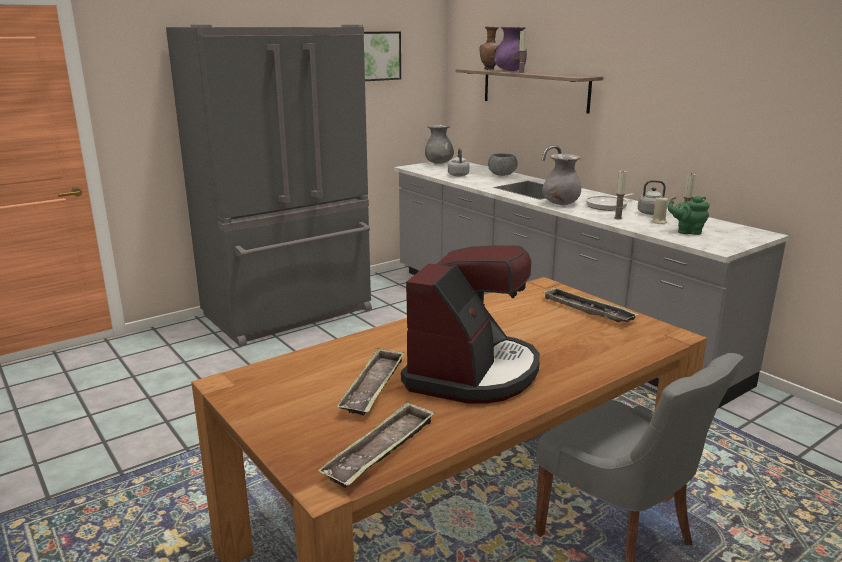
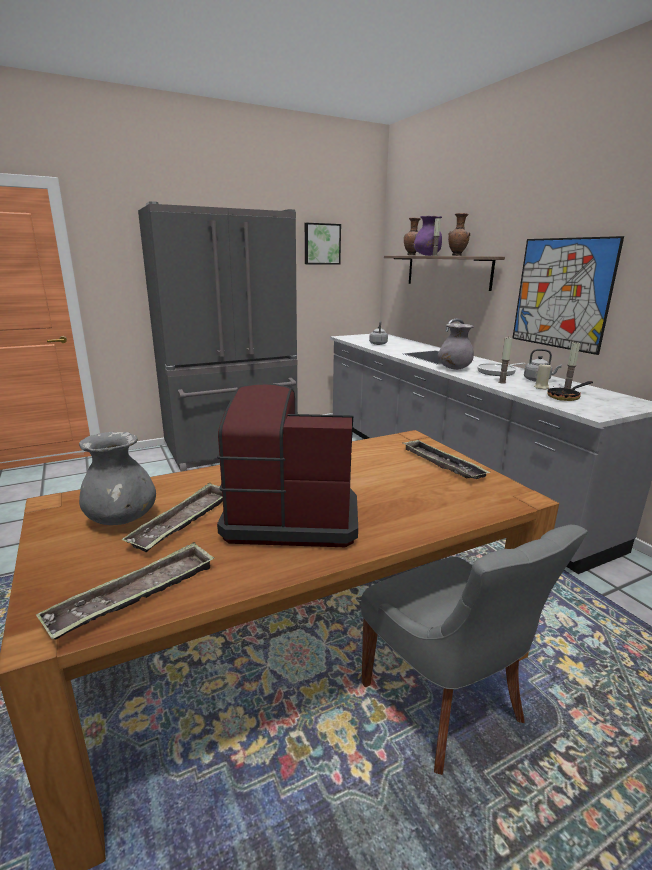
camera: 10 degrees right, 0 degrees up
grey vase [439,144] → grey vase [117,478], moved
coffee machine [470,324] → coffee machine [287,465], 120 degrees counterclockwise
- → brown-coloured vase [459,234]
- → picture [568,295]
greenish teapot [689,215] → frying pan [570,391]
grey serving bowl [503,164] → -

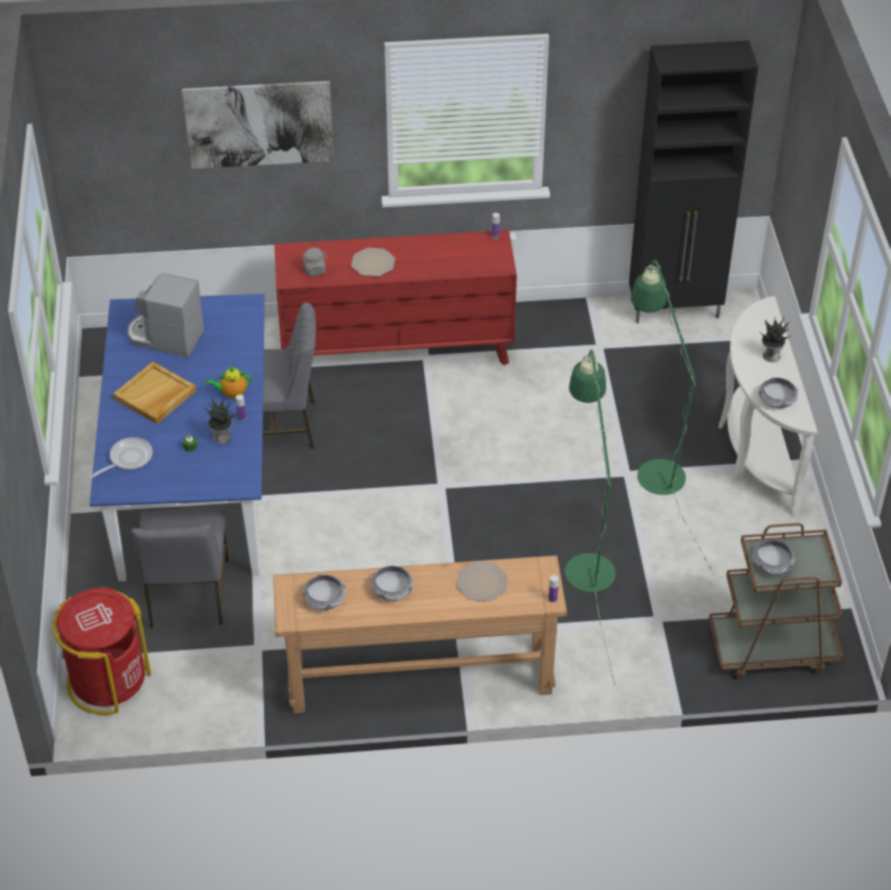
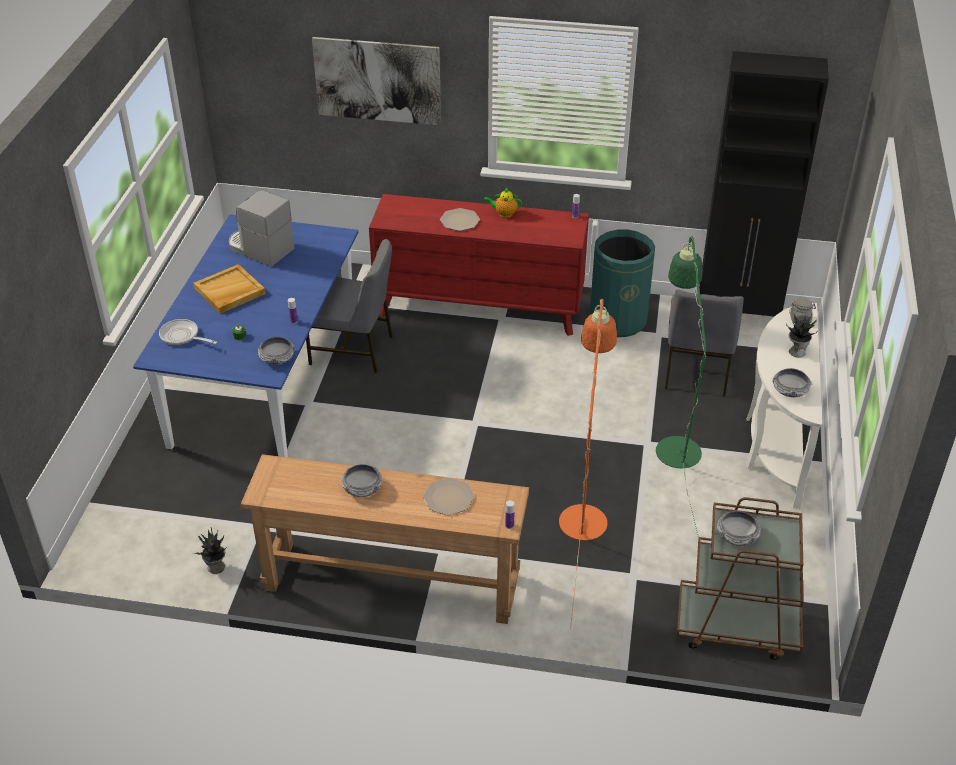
camera: 15 degrees right, 5 degrees down
frying pan [120,458] → frying pan [188,332], 120 degrees counterclockwise
potted plant [220,420] → potted plant [209,550], moved
serving bowl [324,592] → serving bowl [276,351], moved
teapot [228,383] → teapot [503,203], moved
greenish standard lamp [590,517] → orange standard lamp [588,463]
- → greenish trash can [622,283]
grey chair [180,568] → grey chair [704,343], moved
grey storage jar [314,262] → grey storage jar [802,310], moved
red-coloured trash can [102,651] → -

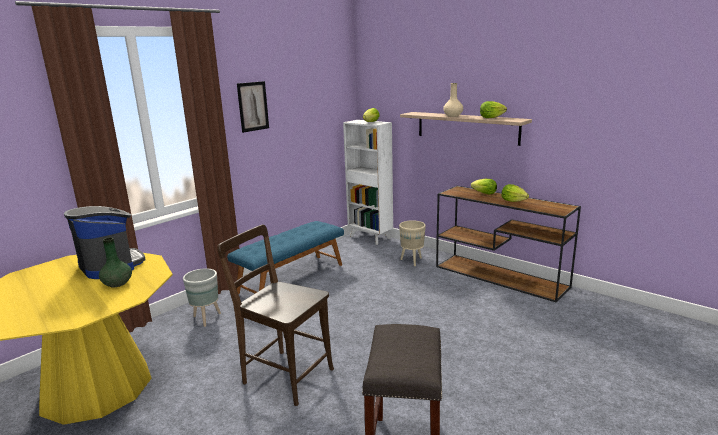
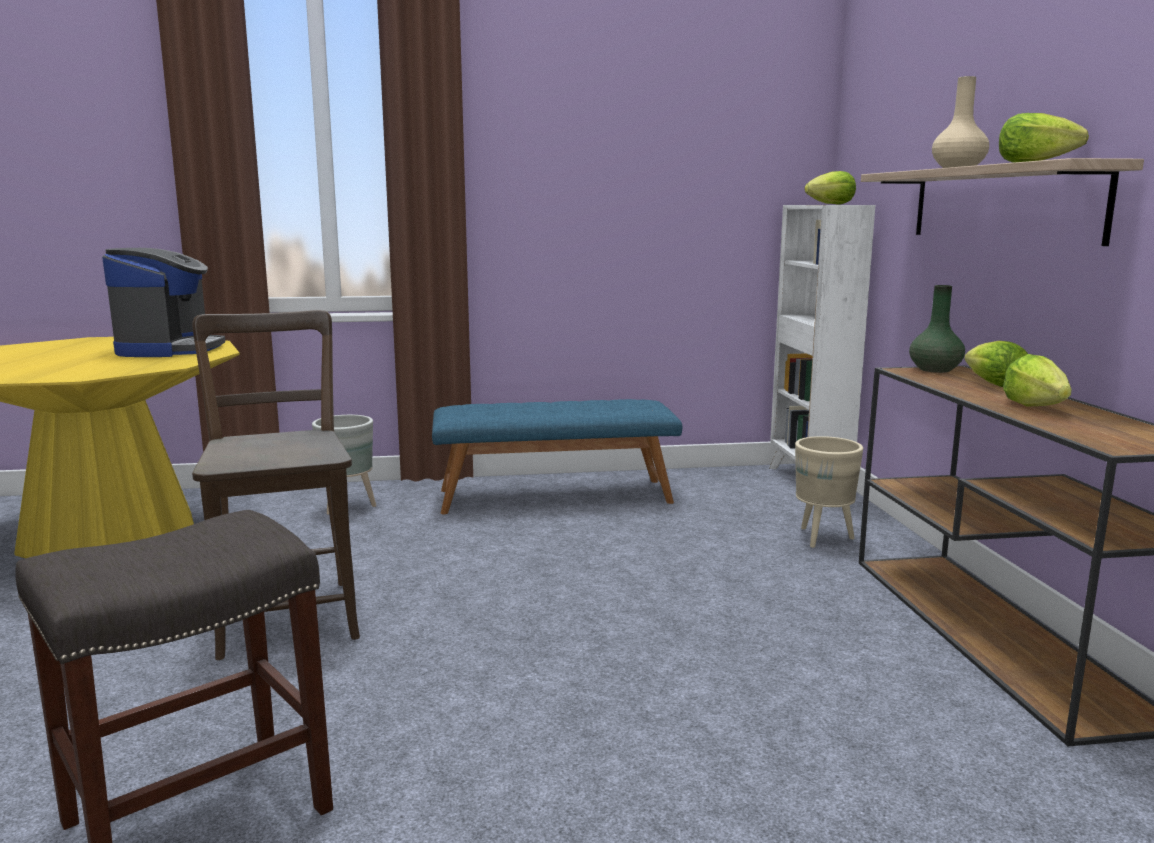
camera: 40 degrees right, 5 degrees down
greenish vase [115,262] → greenish vase [937,329], moved
picture [253,107] → -

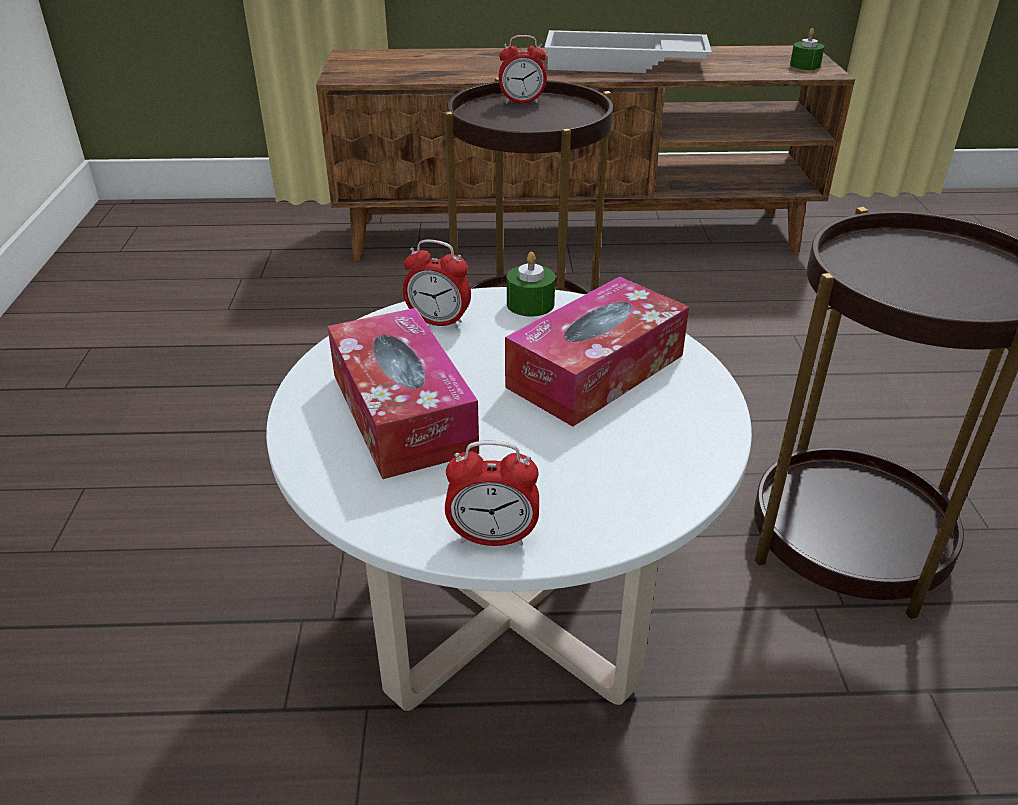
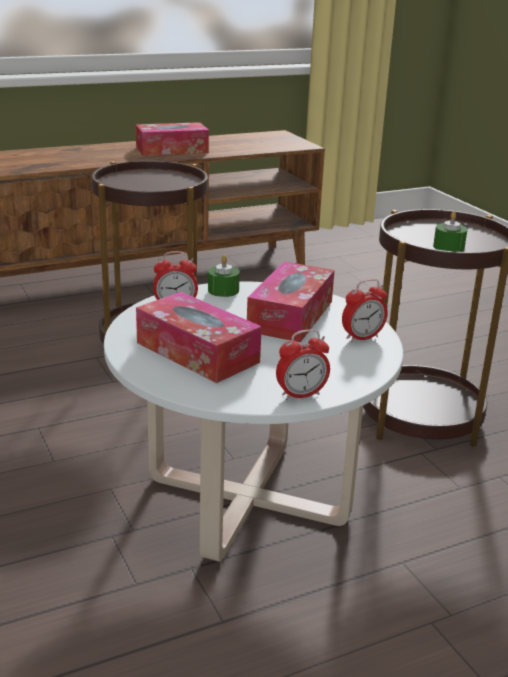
camera: 25 degrees left, 10 degrees down
whitish carrying tray [628,51] → tissue box [172,139]
alarm clock [523,69] → alarm clock [365,310], moved
greenish candle [807,49] → greenish candle [450,232], moved

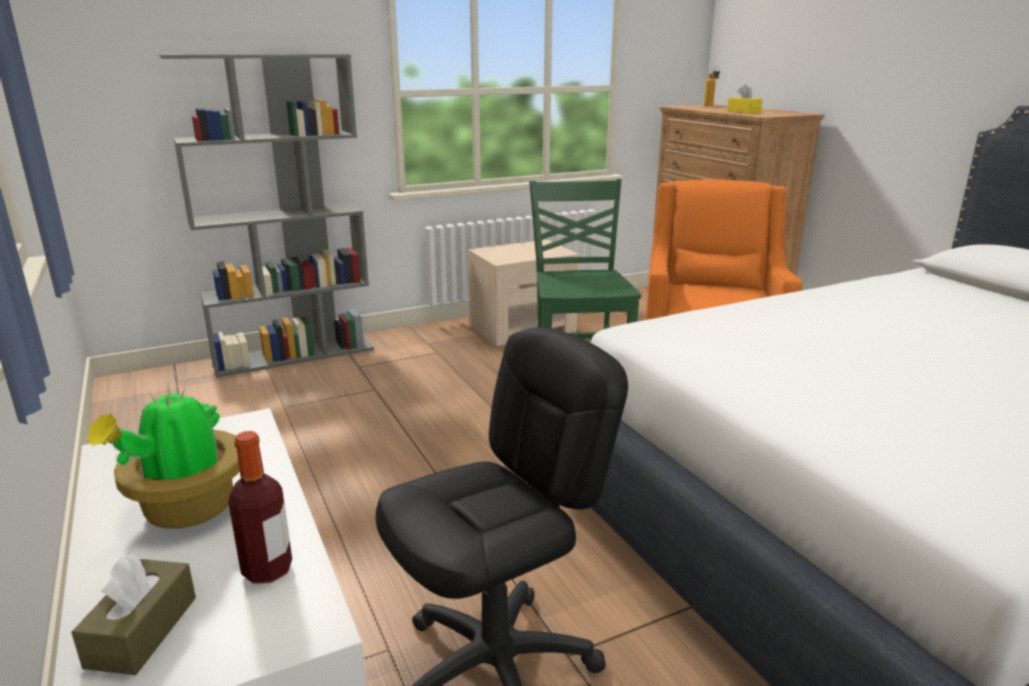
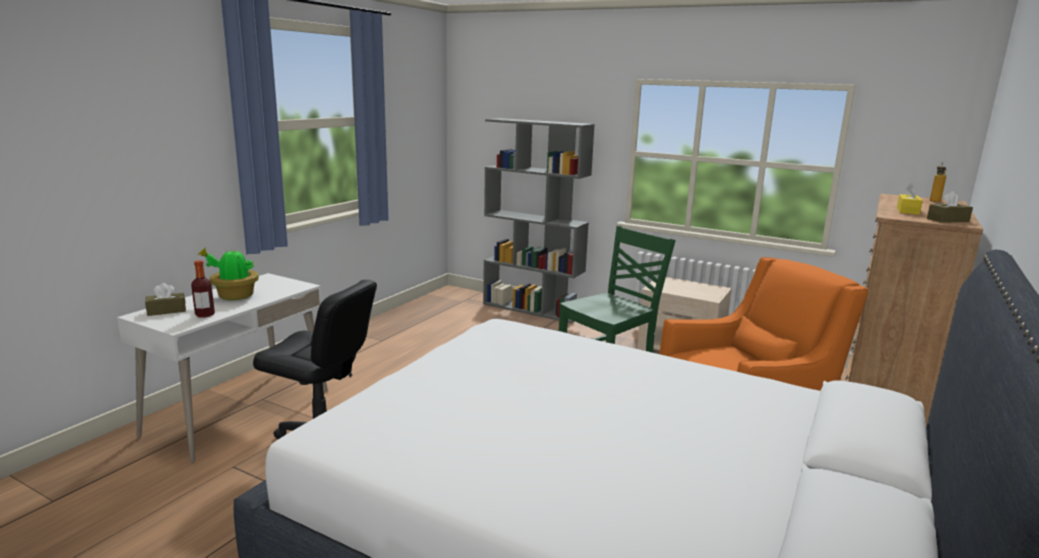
camera: 55 degrees right, 5 degrees down
- → brown-coloured tissue box [950,207]

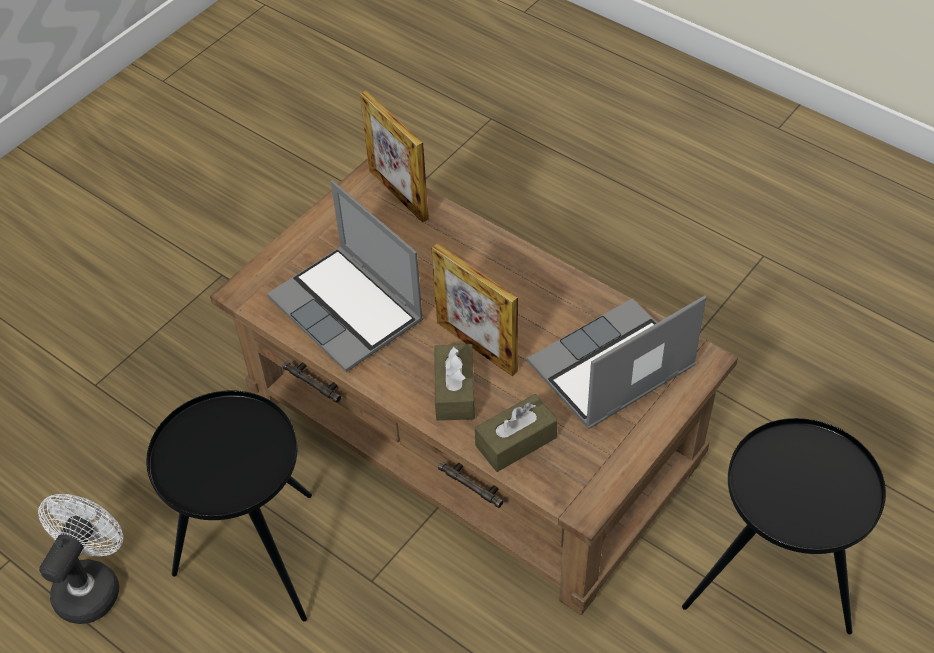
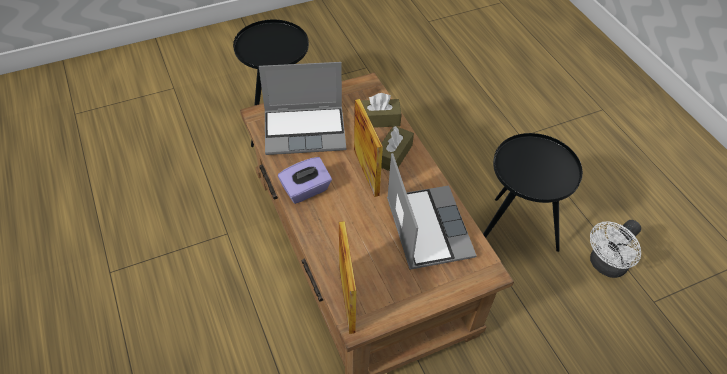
camera: 155 degrees left, 0 degrees up
- → purple tissue box [305,180]

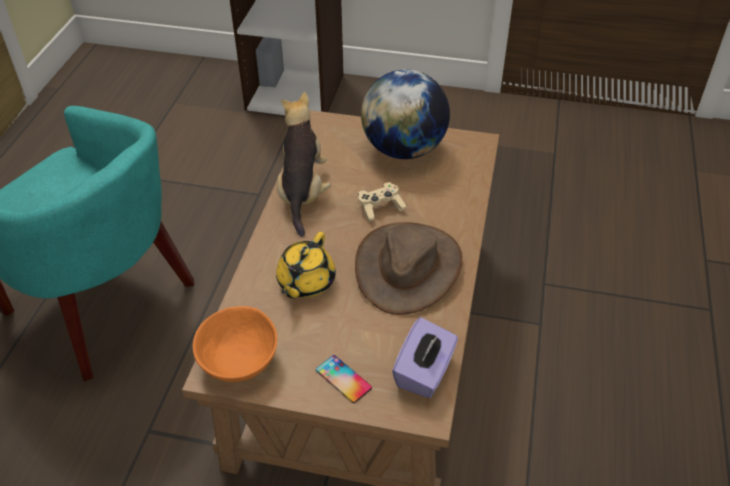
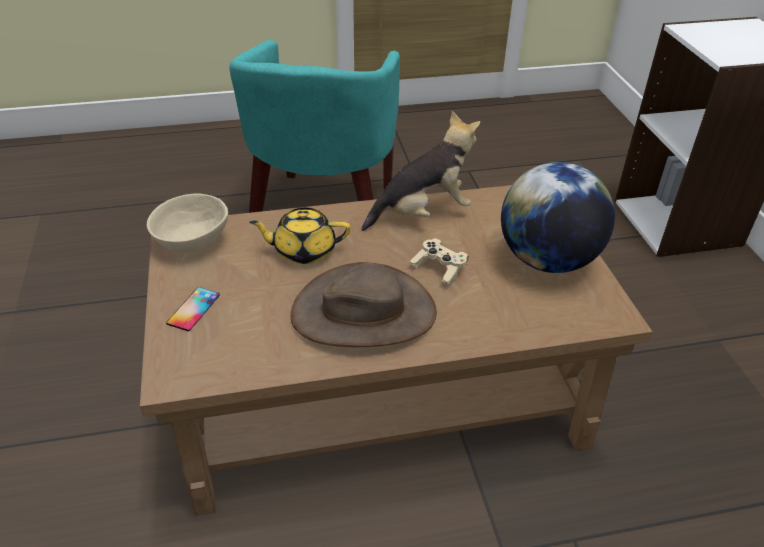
camera: 65 degrees right, 5 degrees down
orange serving bowl [235,344] → sand-coloured serving bowl [187,223]
purple tissue box [425,357] → -

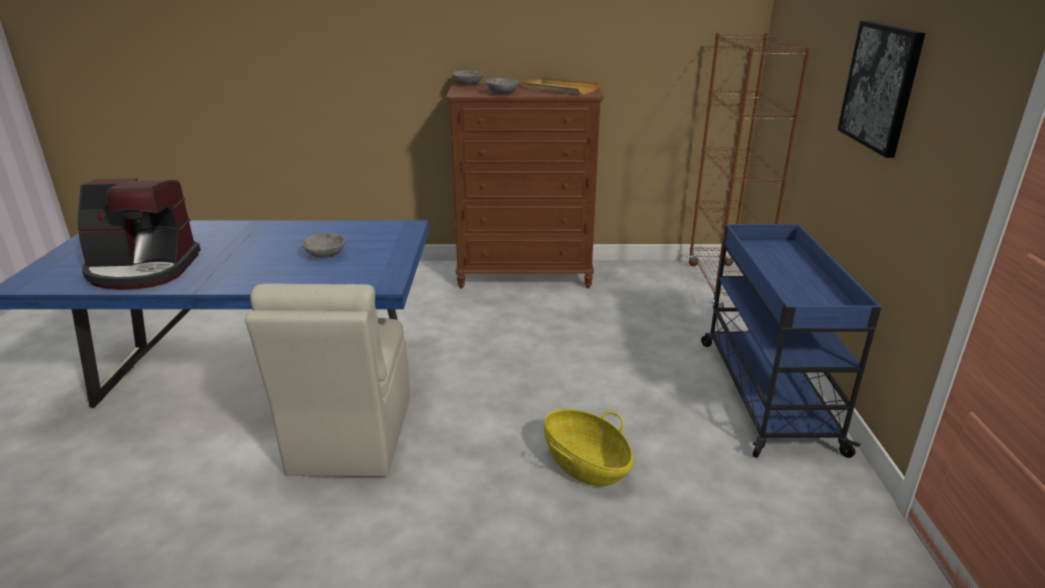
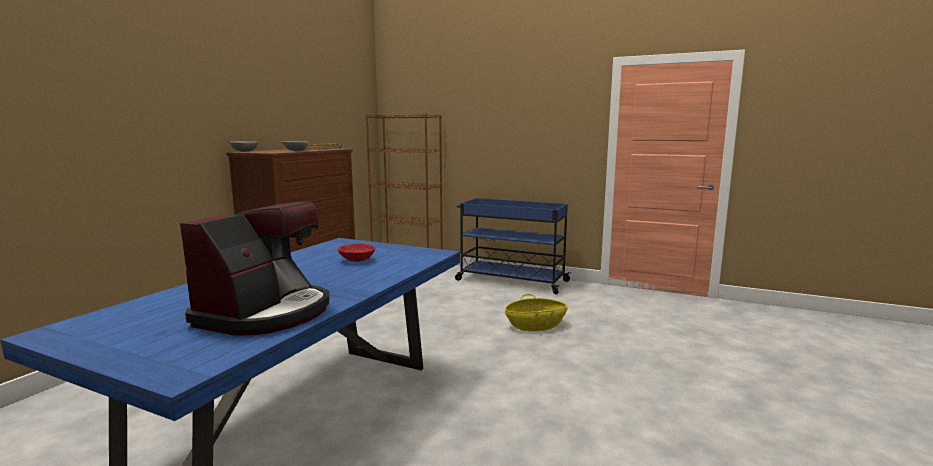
camera: 65 degrees left, 15 degrees down
grey serving bowl [323,245] → red-coloured serving bowl [356,252]
sand-coloured chair [327,380] → -
picture [882,89] → -

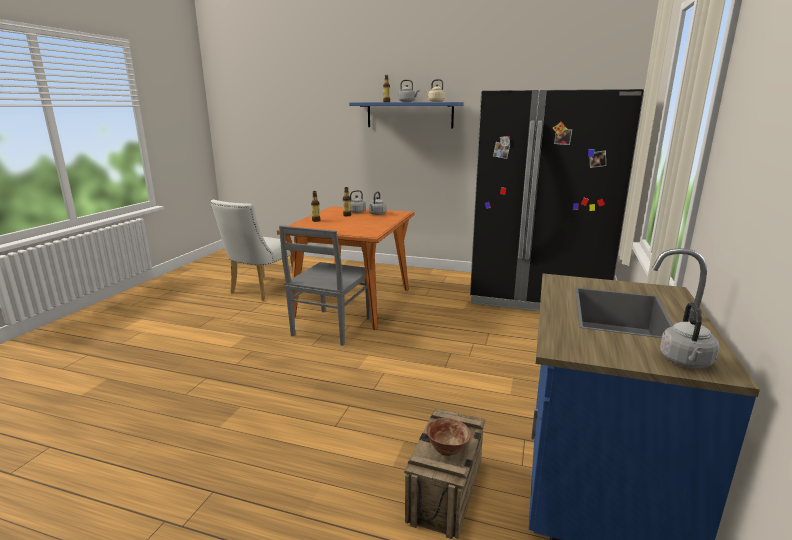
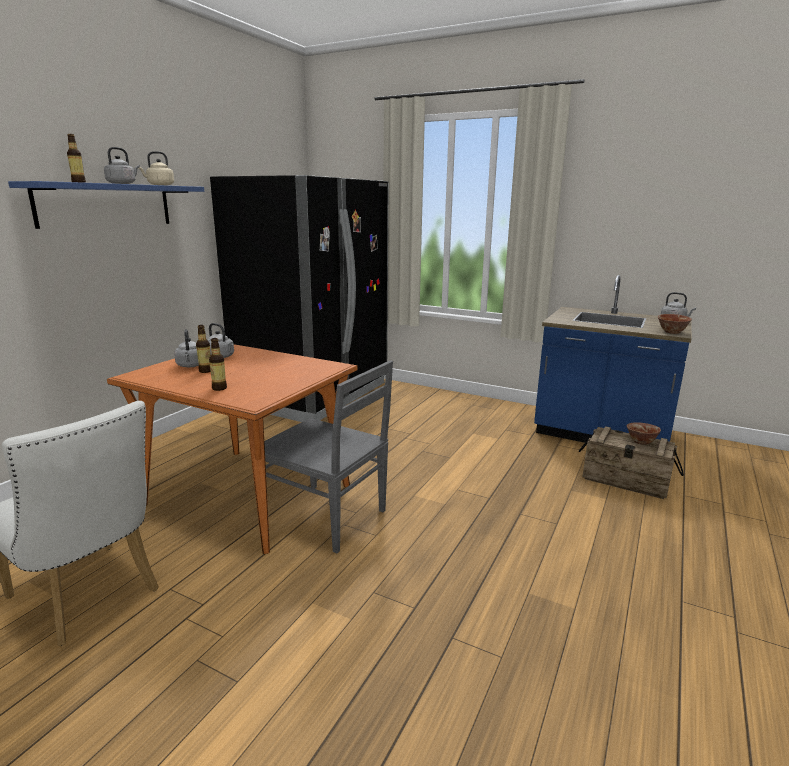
camera: 80 degrees left, 0 degrees up
- → serving bowl [675,324]

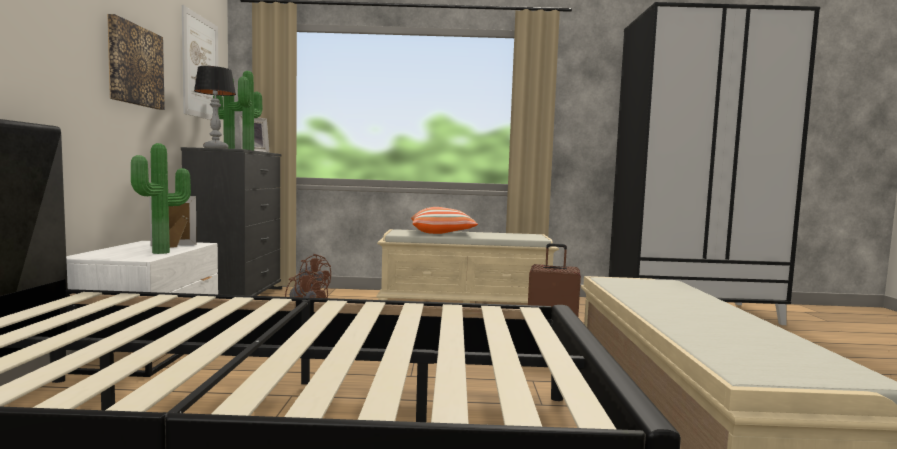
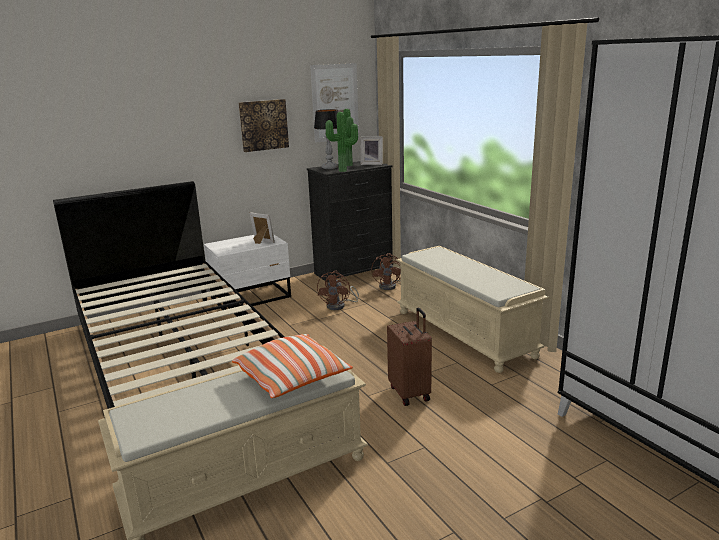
camera: 60 degrees right, 15 degrees up
pillow [444,220] → pillow [292,366], moved
potted plant [161,198] → -

